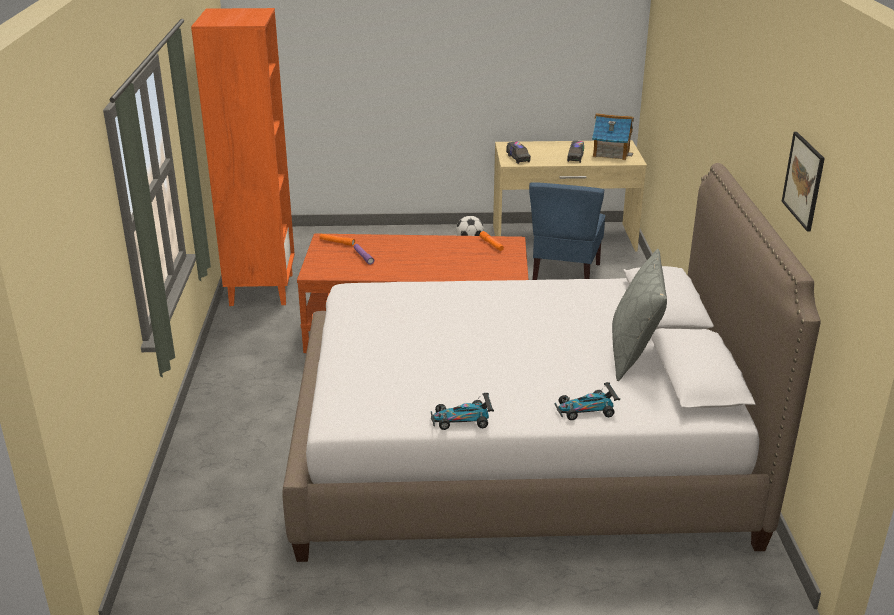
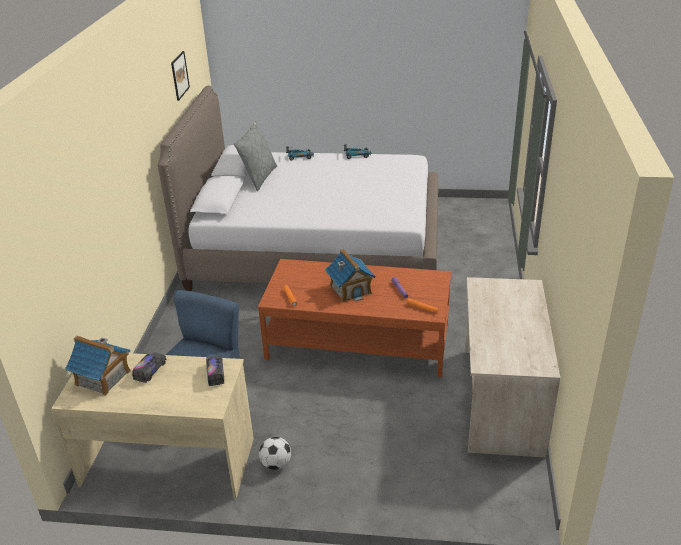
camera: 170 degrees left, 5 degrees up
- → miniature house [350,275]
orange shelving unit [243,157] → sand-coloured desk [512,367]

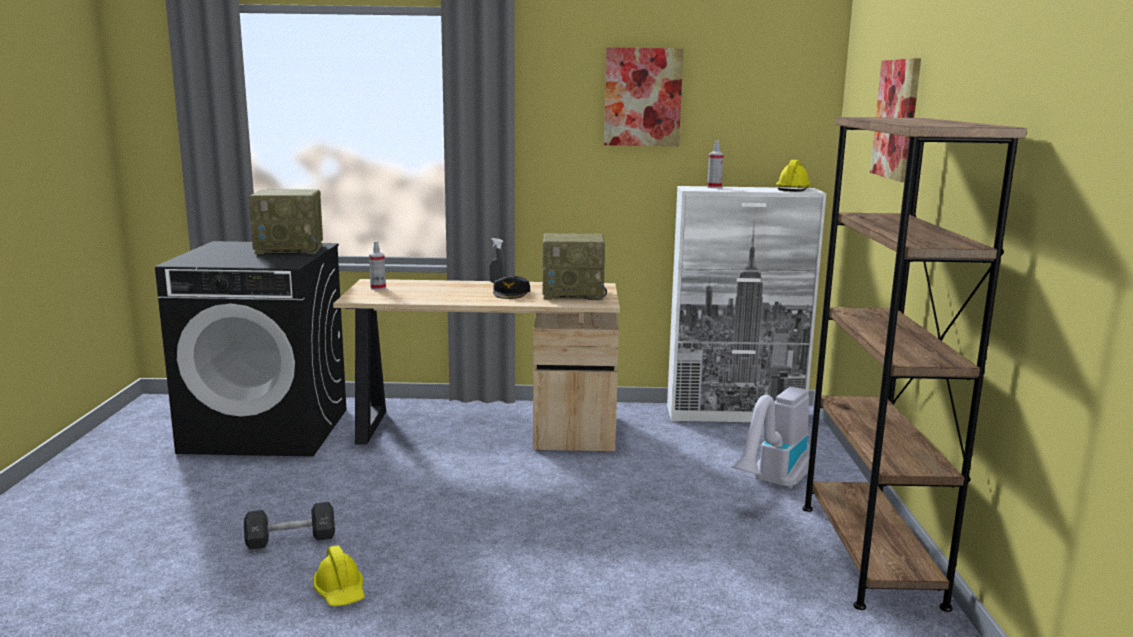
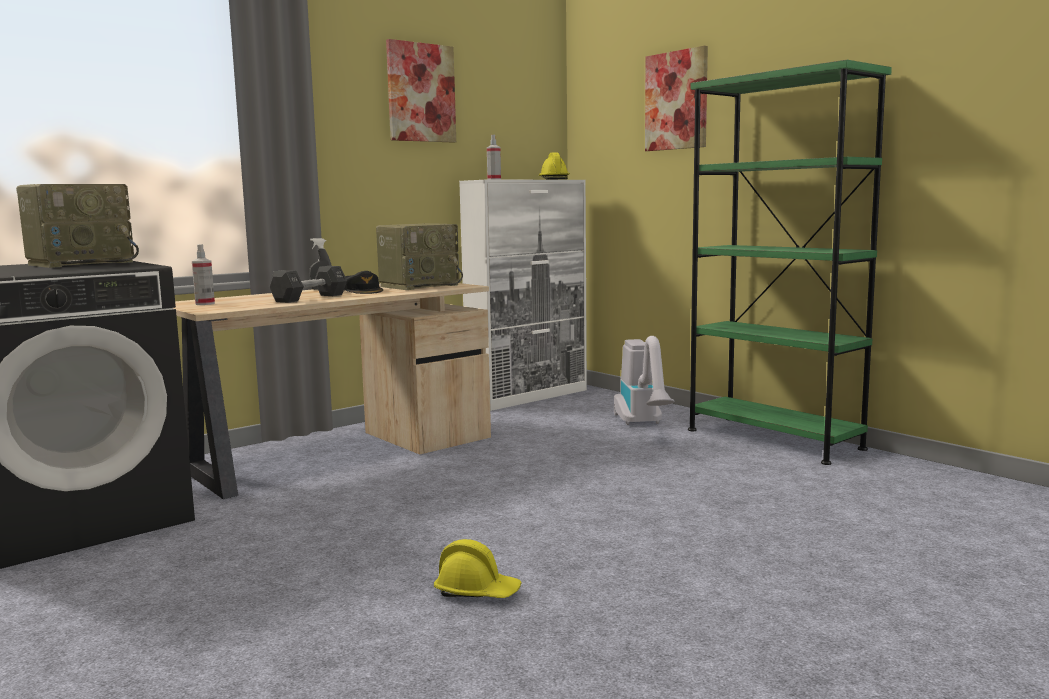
camera: 40 degrees left, 5 degrees down
black-coloured free weight [289,526] → black-coloured free weight [308,284], moved
brown-coloured shelving unit [914,364] → greenish shelving unit [790,262]

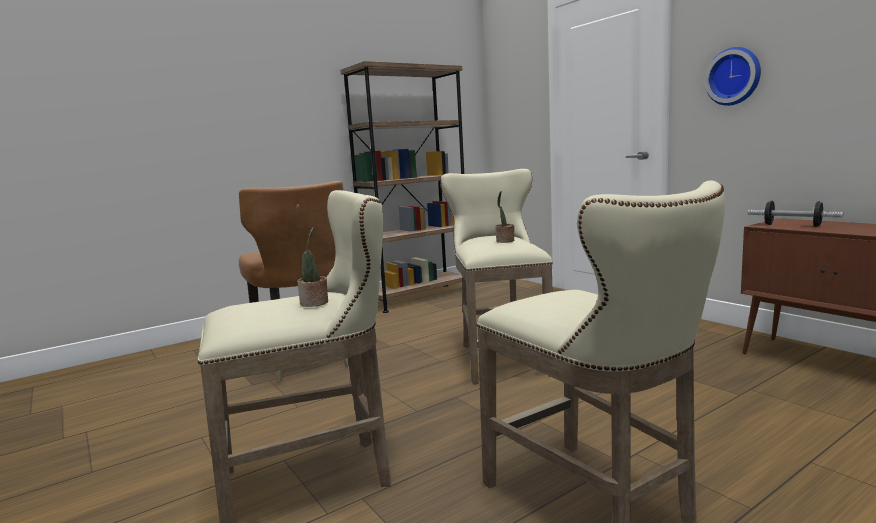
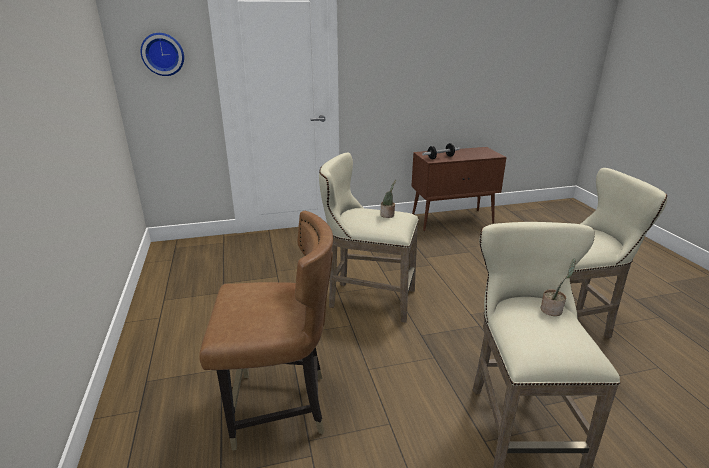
camera: 70 degrees left, 15 degrees up
clock on the wall [733,76] → clock on the wall [162,54], moved
brown-coloured shelving unit [402,187] → -

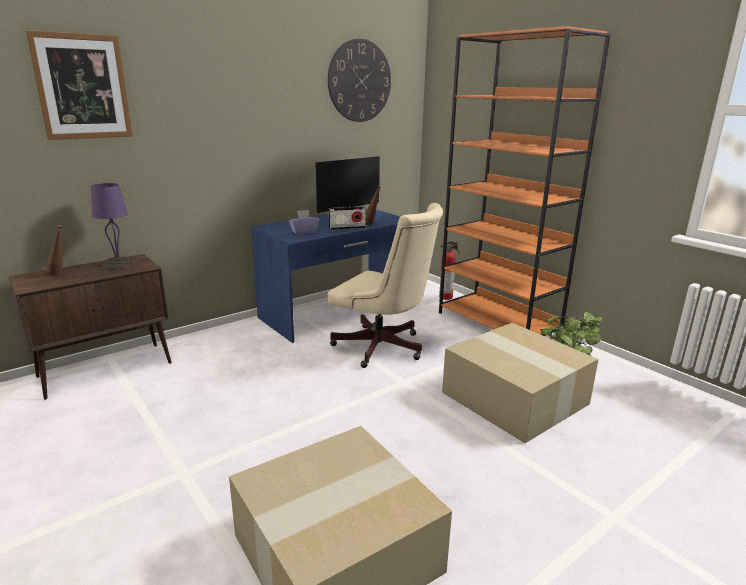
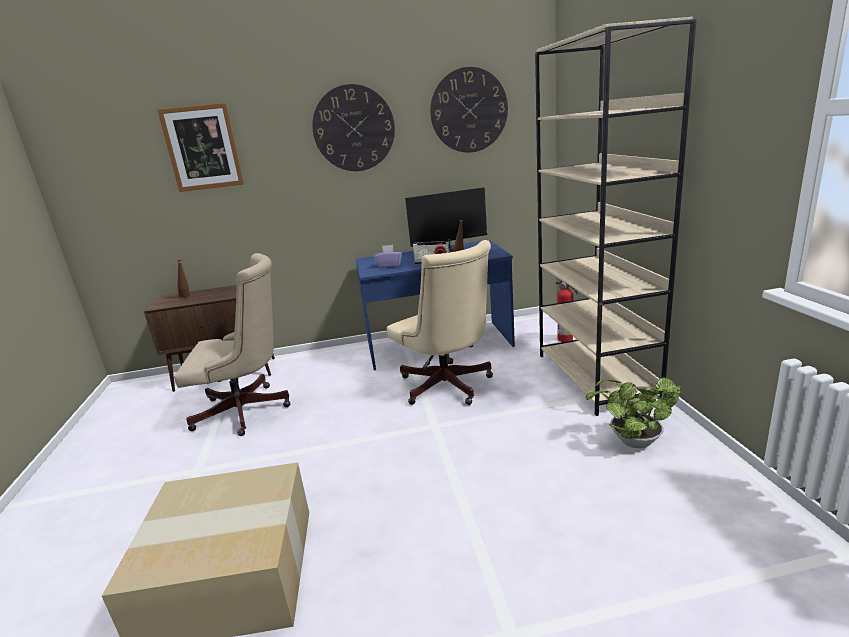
camera: 30 degrees right, 0 degrees up
- → sand-coloured office chair [232,344]
- → clock on the wall [353,127]
orange shelving unit [525,181] → sand-coloured shelving unit [616,216]
purple table lamp [113,225] → -
cardboard box [520,383] → -

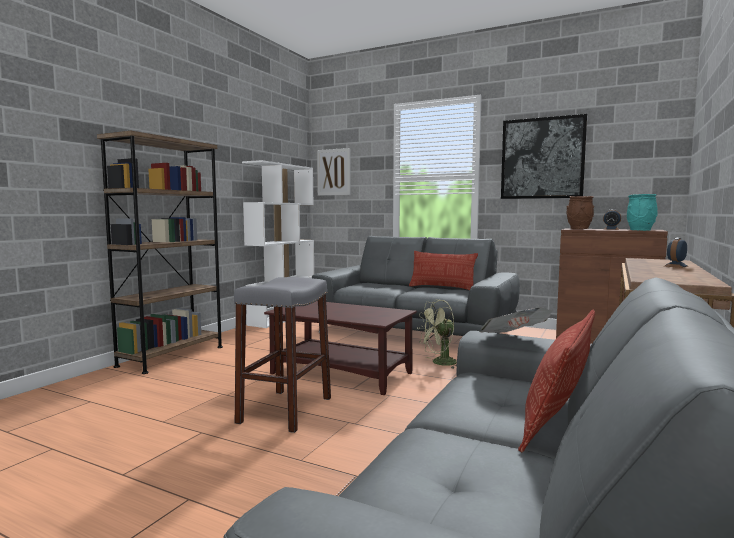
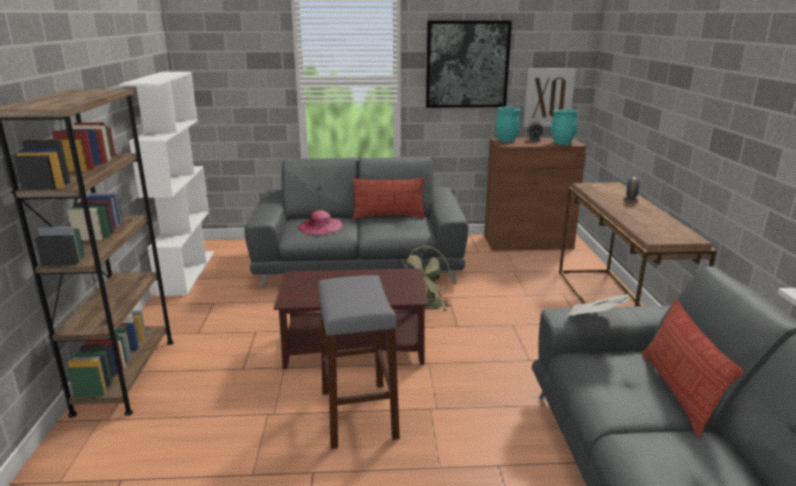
camera: 30 degrees left, 15 degrees up
- → pink-coloured hat [321,222]
brown-coloured vase [580,212] → blue-green vase [507,124]
picture [334,172] → picture [549,97], moved

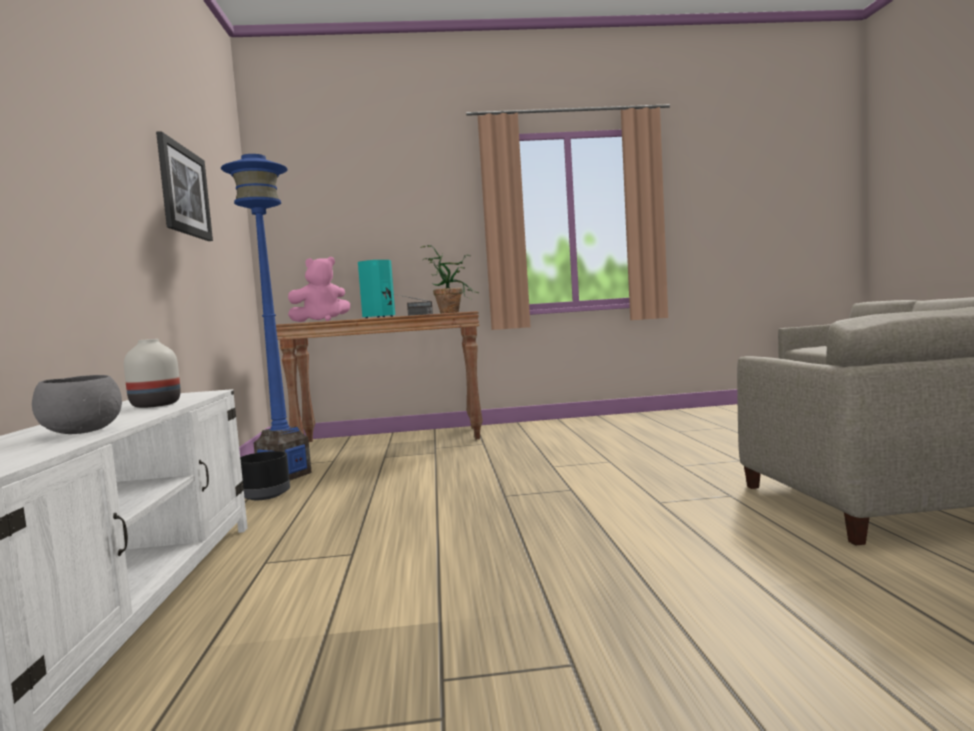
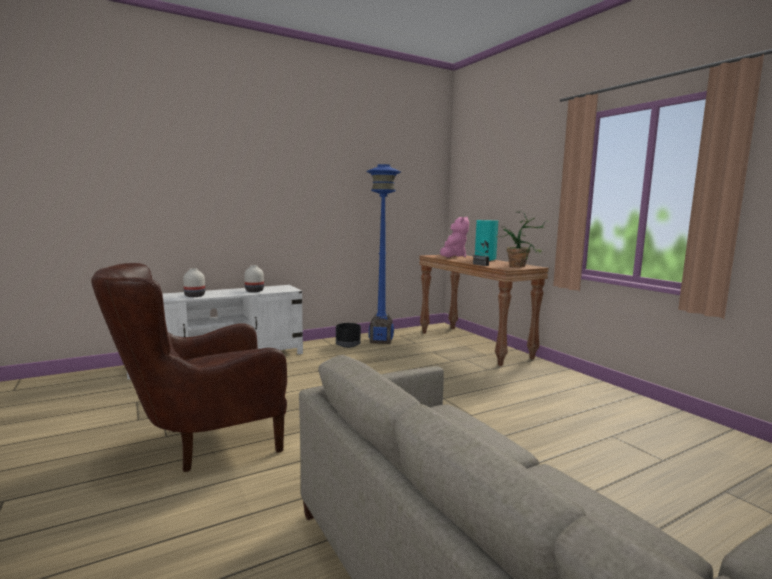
camera: 65 degrees right, 5 degrees up
- → brown-coloured lounge chair [189,367]
grey serving bowl [77,404] → whitish vase [194,282]
pink-coloured soft toy [319,289] → pink-coloured soft toy [454,236], 105 degrees counterclockwise
picture [184,186] → -

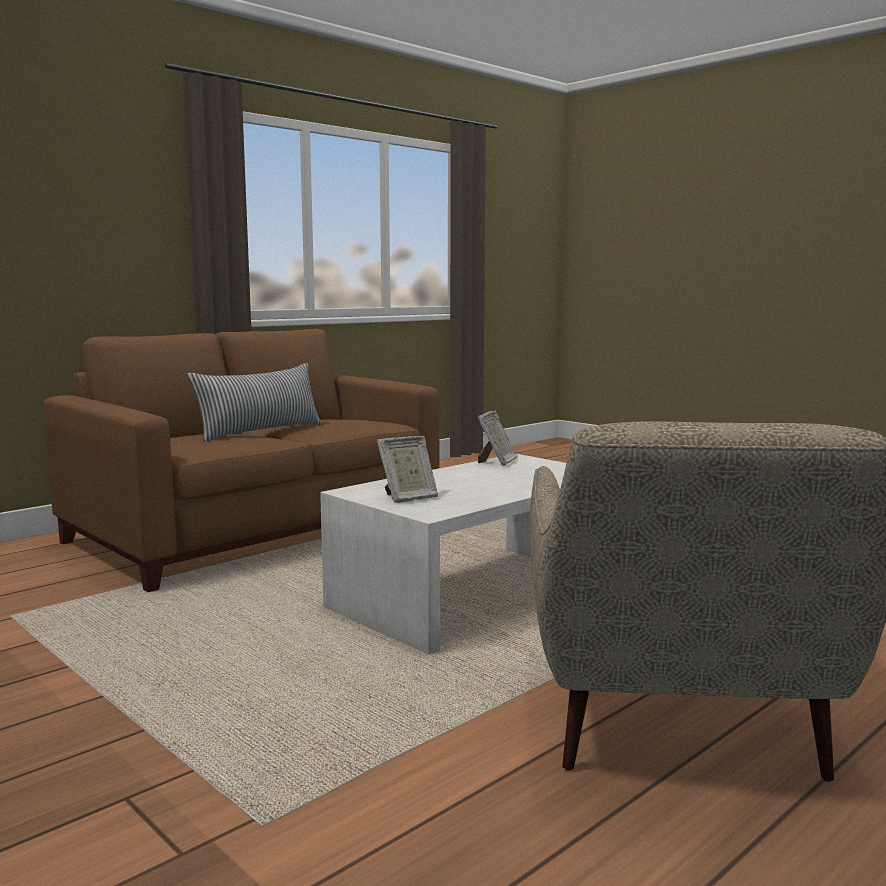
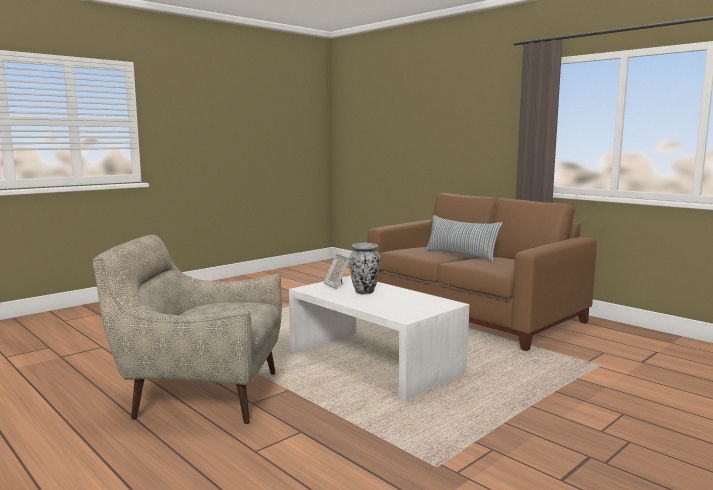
camera: 90 degrees right, 0 degrees up
- → vase [364,268]
standing frame [498,438] → -

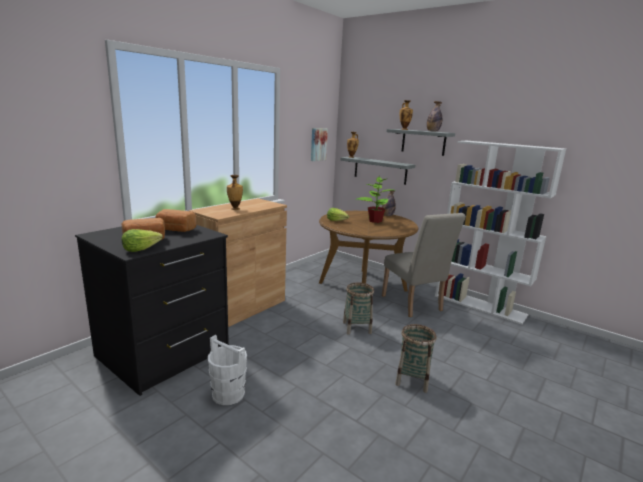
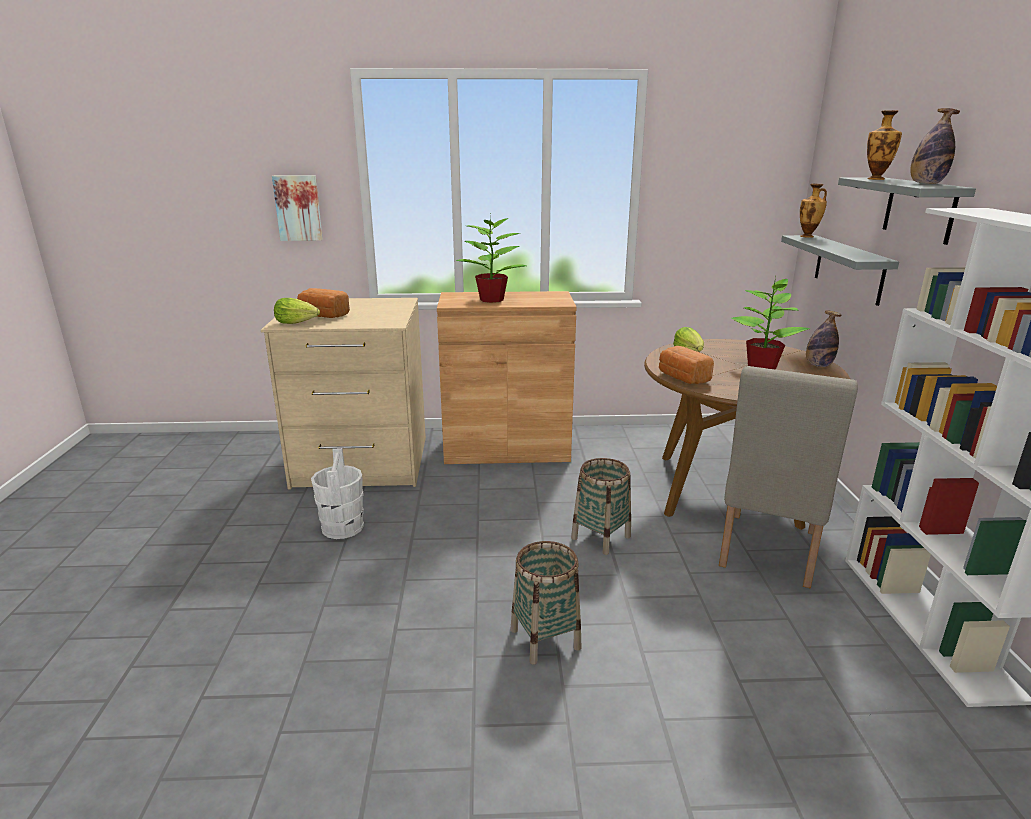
camera: 50 degrees right, 5 degrees up
black-coloured chest of drawers [152,310] → sand-coloured chest of drawers [343,393]
picture [319,144] → picture [297,208], moved
vase [235,192] → potted plant [491,258]
bread [176,220] → bread [686,365], moved

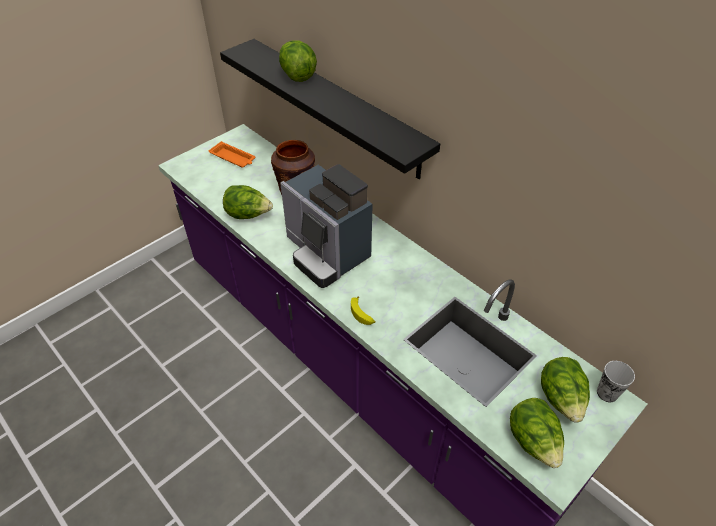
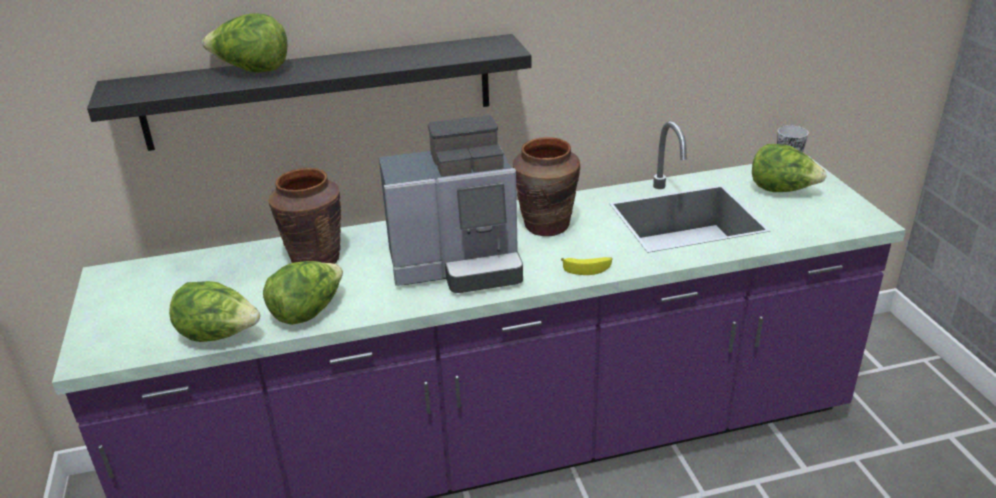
camera: 60 degrees left, 15 degrees down
head of lettuce [537,433] → head of lettuce [214,311], moved
- → brown-coloured vase [547,186]
orange carrying tray [232,154] → -

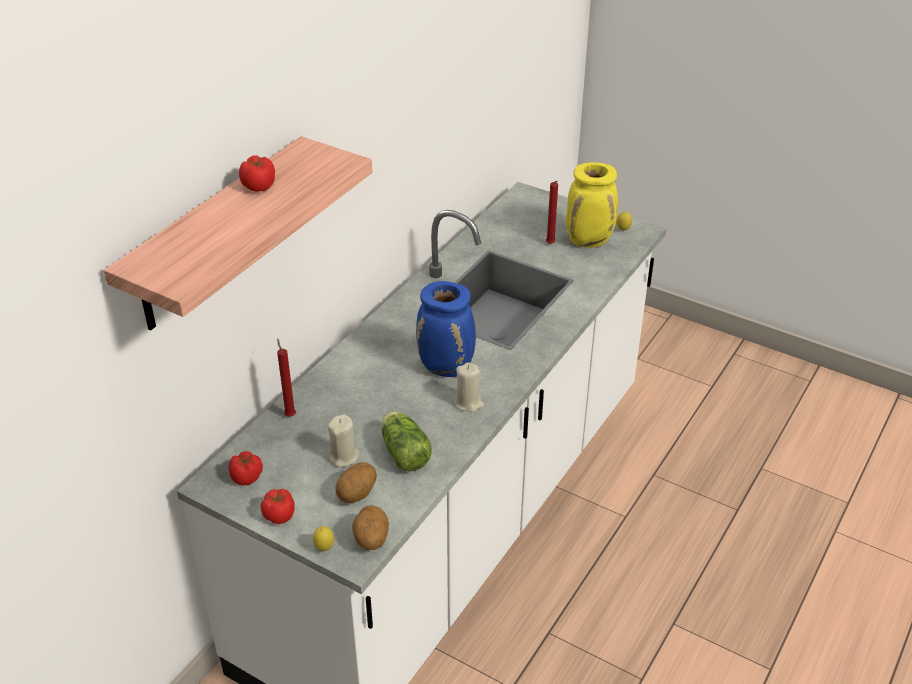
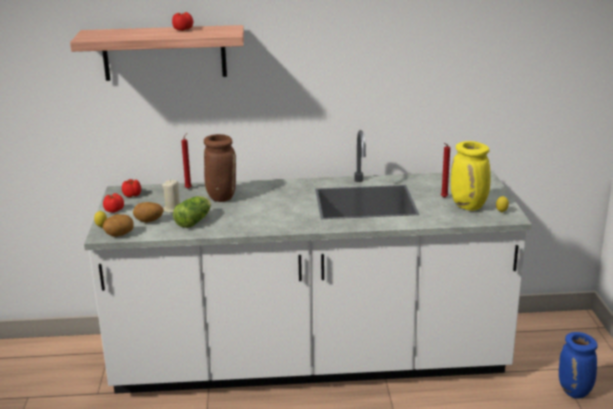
camera: 55 degrees right, 15 degrees down
- → brown-coloured vase [220,168]
blue-coloured vase [446,329] → blue-coloured vase [578,365], moved
sand-coloured candle [469,387] → -

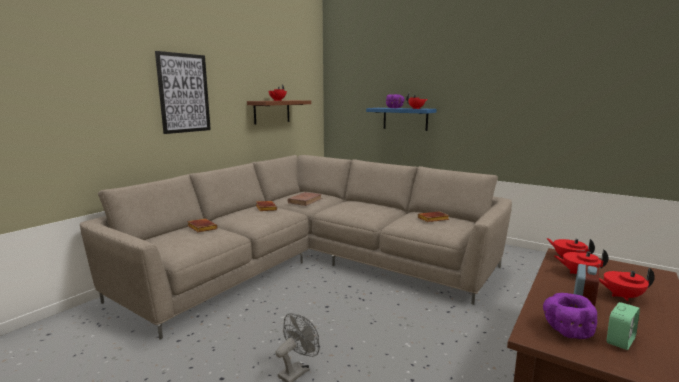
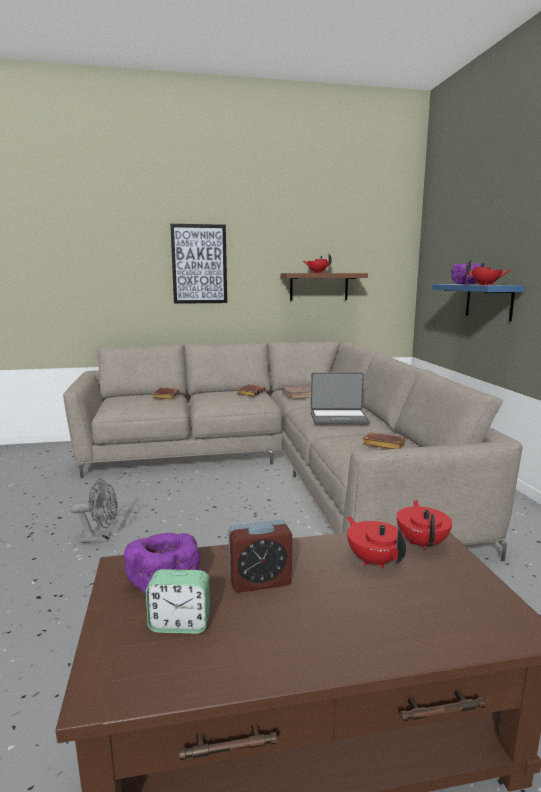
camera: 45 degrees right, 0 degrees up
- → laptop [340,398]
red-coloured teapot [627,284] → -

